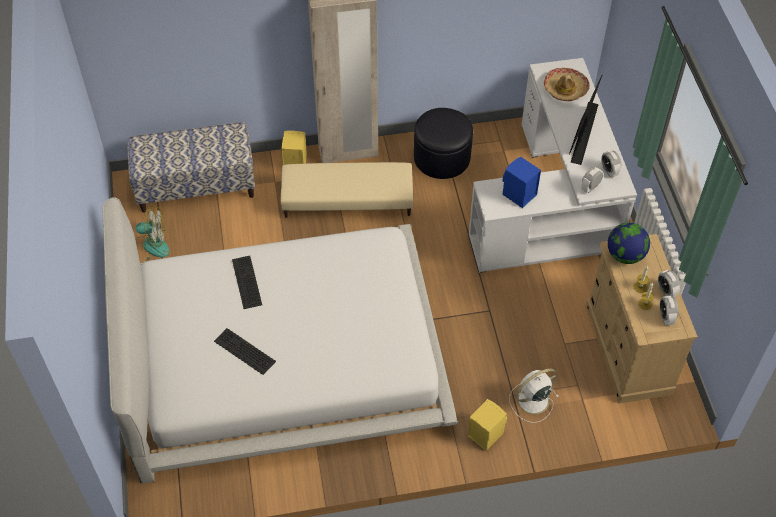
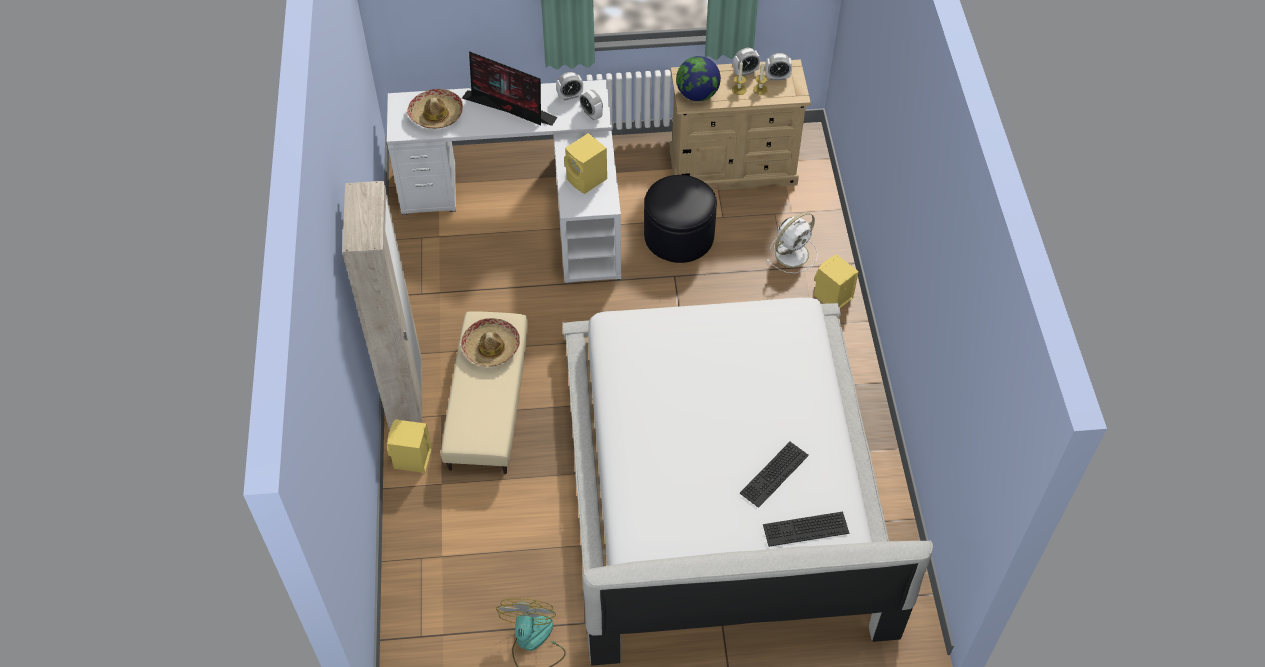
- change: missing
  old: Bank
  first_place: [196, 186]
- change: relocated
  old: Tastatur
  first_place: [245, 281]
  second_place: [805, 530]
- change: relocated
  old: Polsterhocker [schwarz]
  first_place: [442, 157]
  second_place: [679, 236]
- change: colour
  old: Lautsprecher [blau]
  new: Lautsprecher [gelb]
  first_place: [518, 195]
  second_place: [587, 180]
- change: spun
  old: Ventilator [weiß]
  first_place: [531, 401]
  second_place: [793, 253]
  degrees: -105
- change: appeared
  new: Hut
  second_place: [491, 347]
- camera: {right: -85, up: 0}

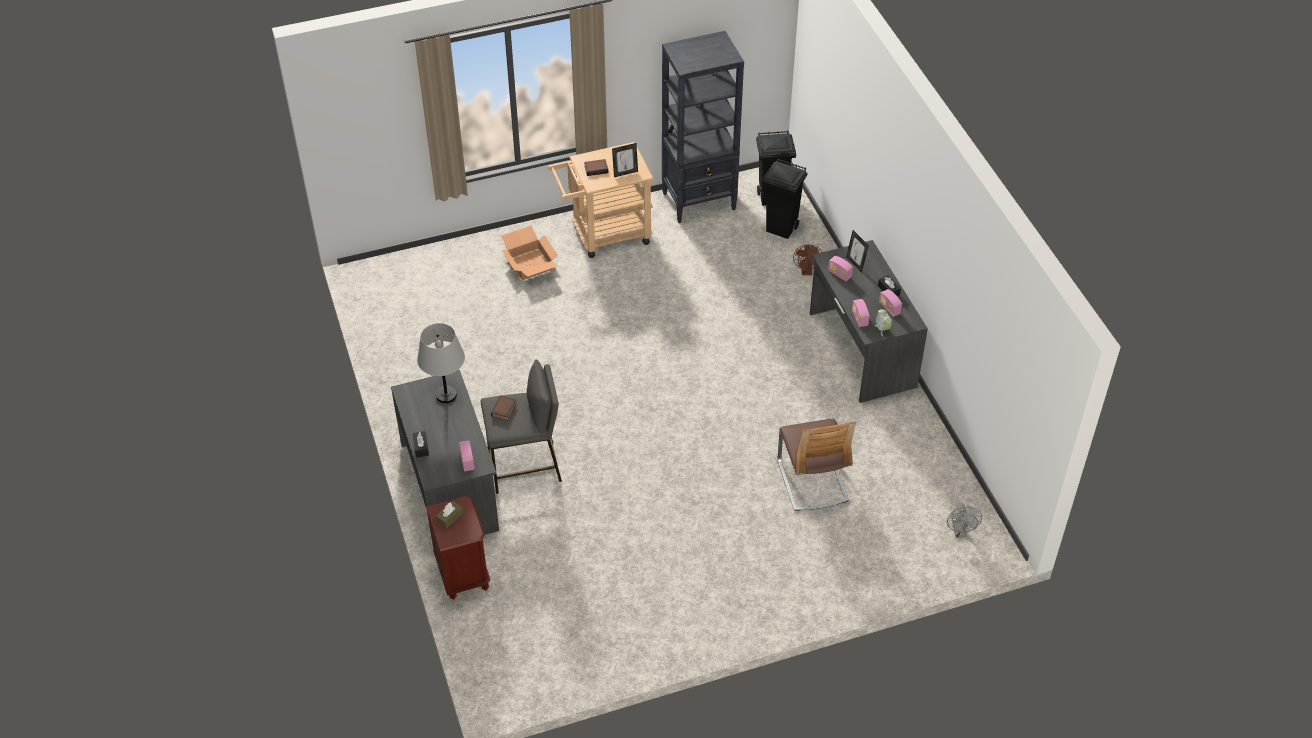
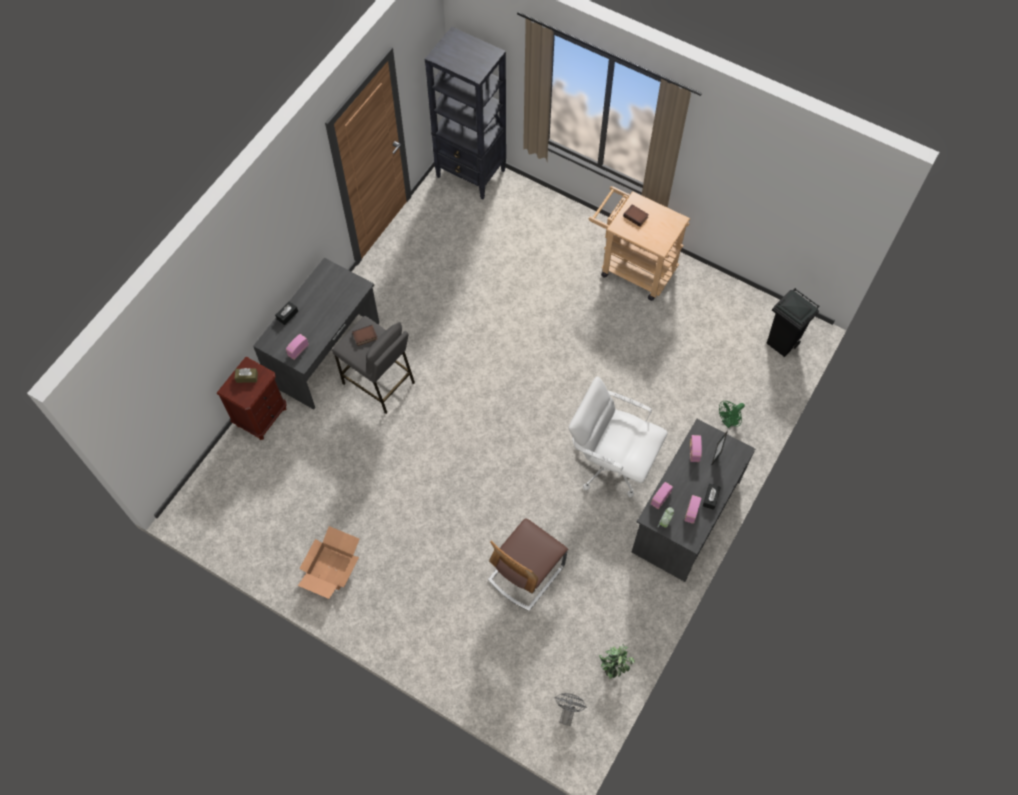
- change: missing
  old: Tischlampe [grau]
  first_place: [446, 395]
- change: relocated
  old: Karton
  first_place: [529, 264]
  second_place: [331, 567]
- change: missing
  old: Bilderrahmen
  first_place: [625, 173]
- change: relocated
  old: Bücherregal [schwarz]
  first_place: [699, 201]
  second_place: [471, 174]
- change: missing
  old: Mülleimer [schwarz]
  first_place: [781, 229]
- change: colour
  old: Ventilator [braun]
  new: Ventilator [grün]
  first_place: [806, 271]
  second_place: [729, 422]
- change: spun
  old: Ventilator [grau]
  first_place: [960, 532]
  second_place: [567, 711]
  degrees: 150
- change: appeared
  new: Bürostuhl [weiß]
  second_place: [611, 462]
- change: appeared
  new: Topfpflanze
  second_place: [613, 668]
- camera: {right: 50, up: 15}

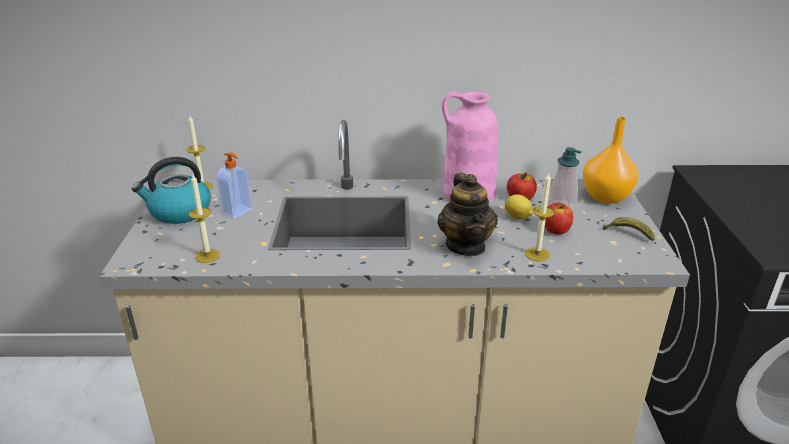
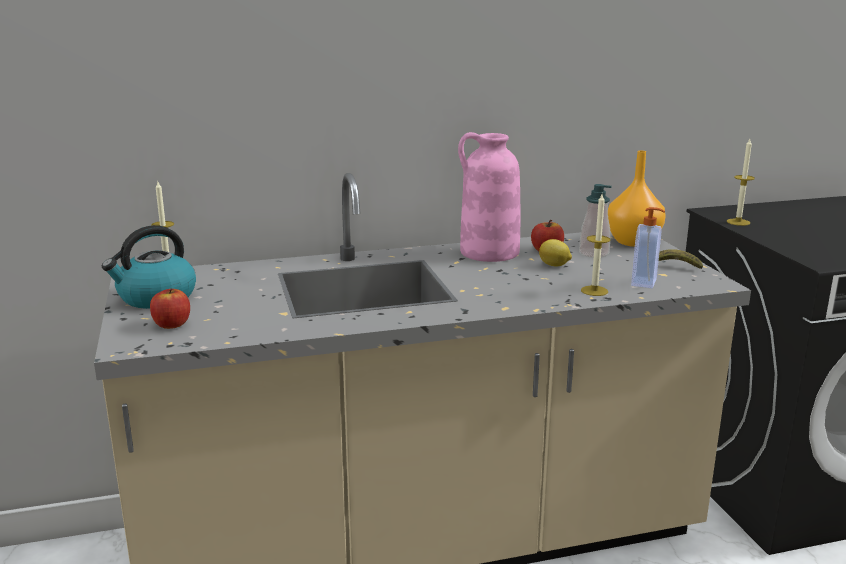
- change: relocated
  old: Kerze
  first_place: [207, 256]
  second_place: [738, 222]
- change: relocated
  old: Seifenspender
  first_place: [238, 212]
  second_place: [645, 282]
- change: missing
  old: Teekanne
  first_place: [466, 245]
- change: relocated
  old: Apfel
  first_place: [555, 230]
  second_place: [172, 324]
- camera: {right: -15, up: -10}

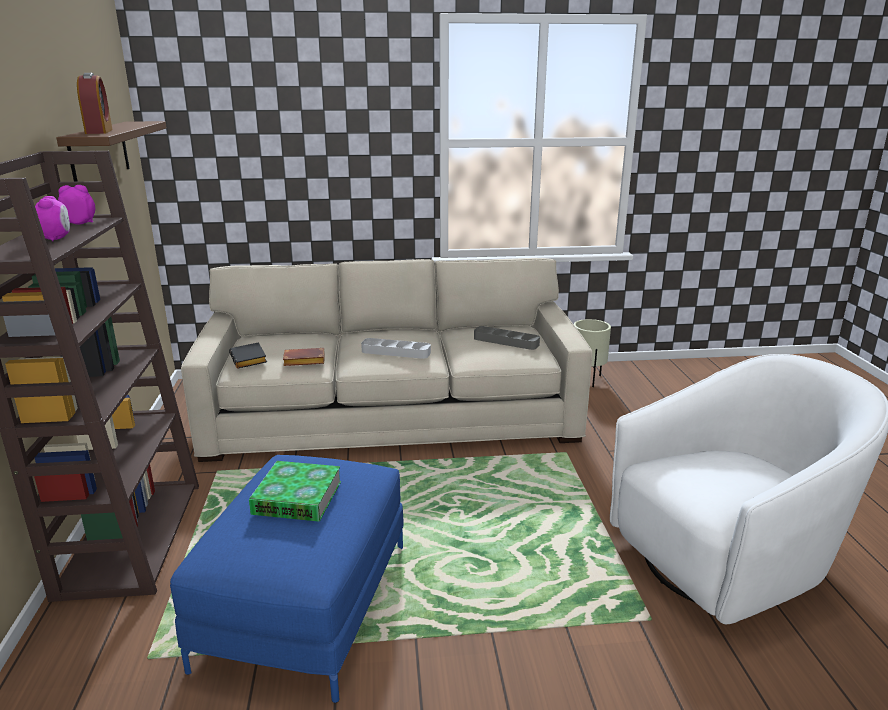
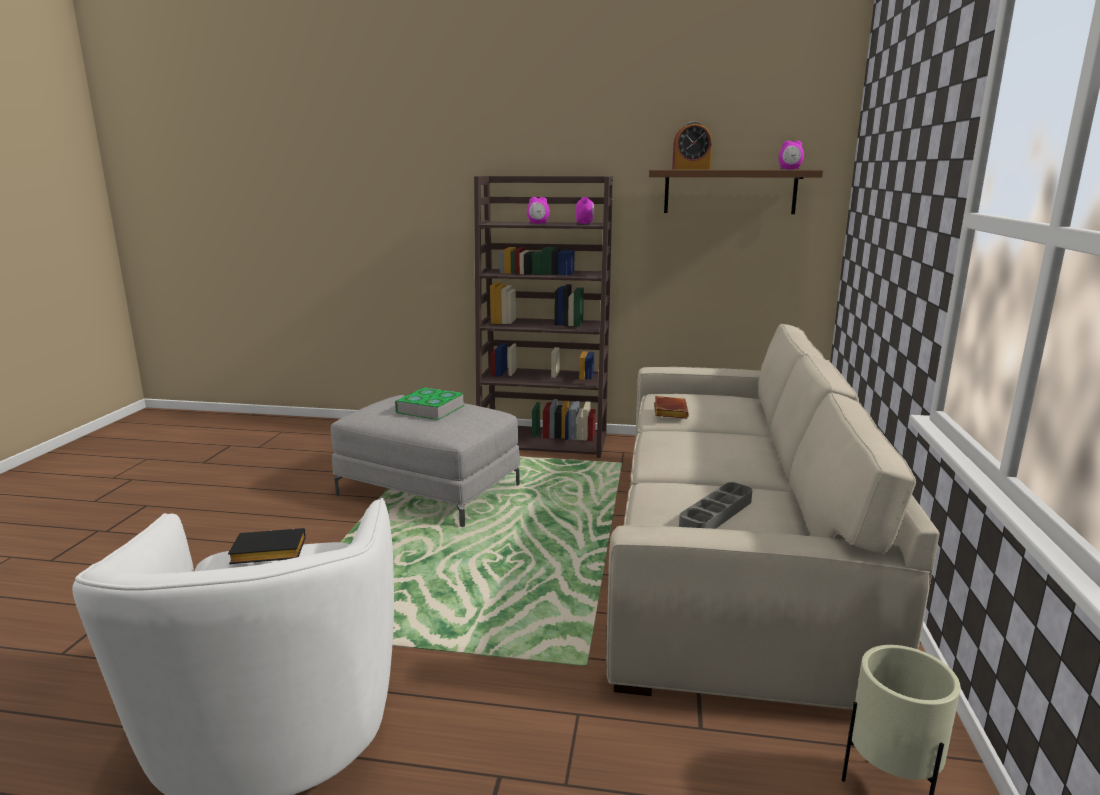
- change: colour
  old: Polsterhocker [blau]
  new: Polsterhocker [grau]
  first_place: [305, 602]
  second_place: [429, 489]
- change: relocated
  old: Buch [schwarz]
  first_place: [250, 360]
  second_place: [266, 553]
- change: missing
  old: Tablett [grau]
  first_place: [396, 352]
- change: appeared
  new: Wecker
  second_place: [789, 169]
- camera: {right: 105, up: -5}

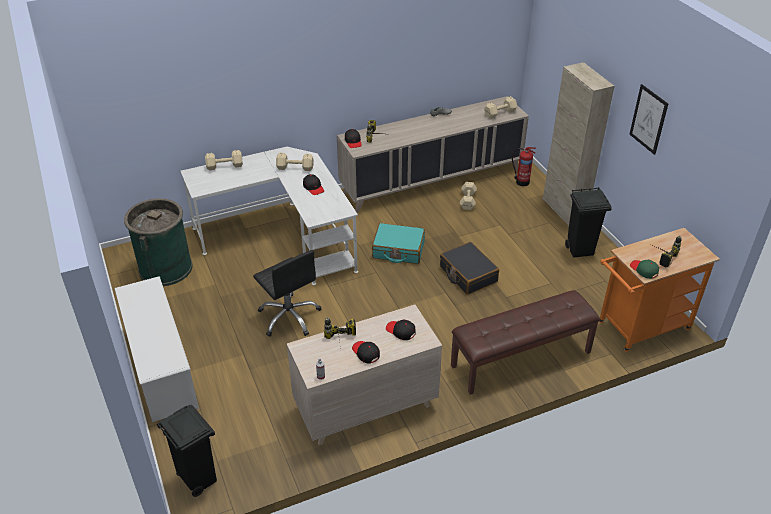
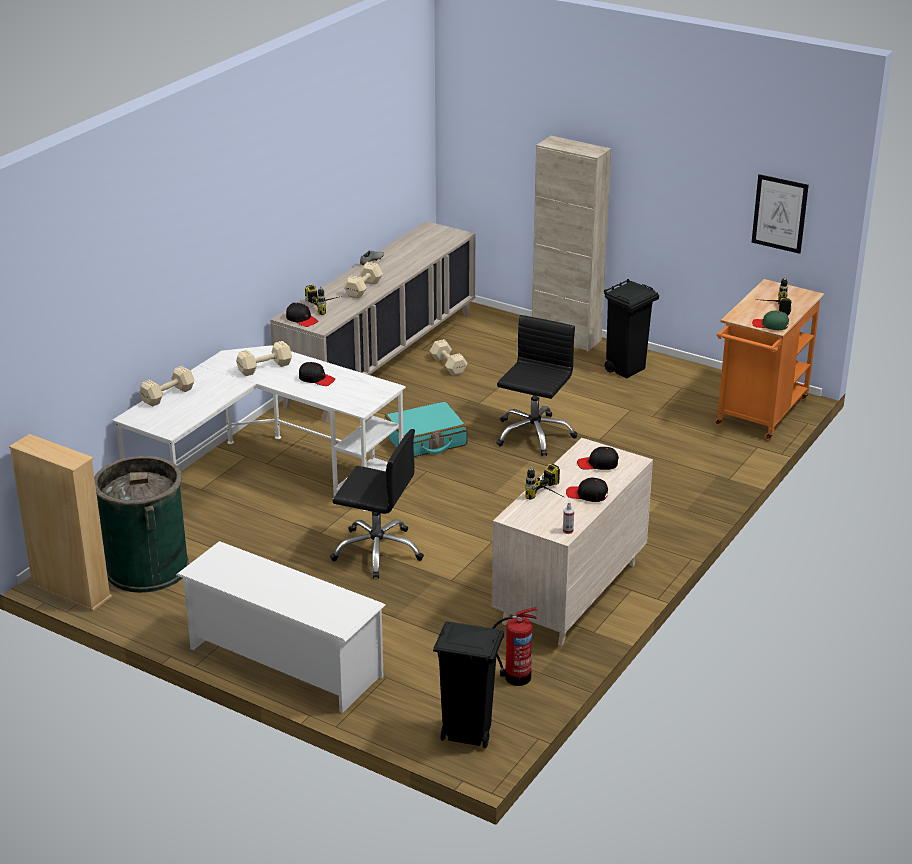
- change: exchanged
  old: Koffer [schwarz]
  new: Bürostuhl [schwarz]
  first_place: [468, 274]
  second_place: [533, 434]
- change: missing
  old: Bank [braun]
  first_place: [521, 359]
- change: relocated
  old: Hantel [beige]
  first_place: [500, 113]
  second_place: [364, 288]
- change: relocated
  old: Feuerlöscher
  first_place: [521, 182]
  second_place: [515, 677]
- change: relocated
  old: Bild
  first_place: [648, 119]
  second_place: [779, 213]
- change: appeared
  new: Bücherregal [beige]
  second_place: [71, 591]
- camera: {right: -35, up: -10}

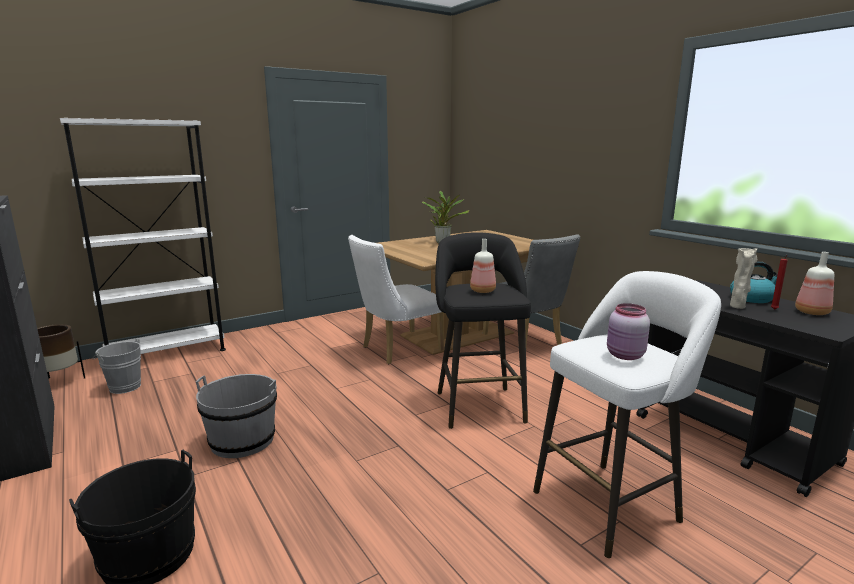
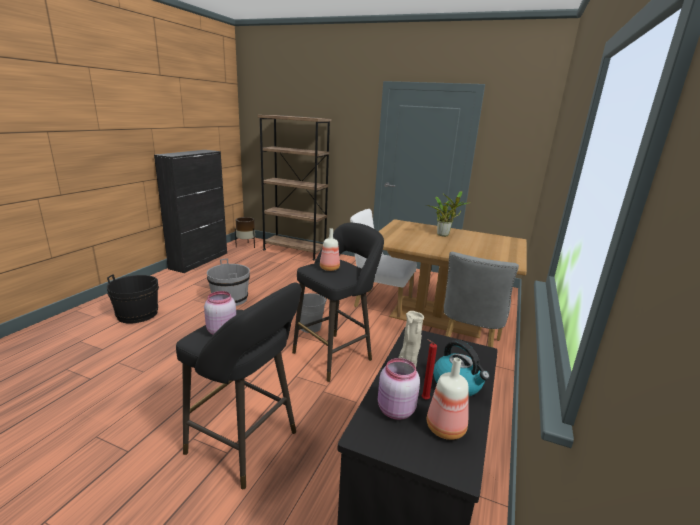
- change: colour
  old: Bücherregal [weiß]
  new: Bücherregal [braun]
  first_place: [166, 354]
  second_place: [294, 251]
- change: relocated
  old: Eimer [grau]
  first_place: [123, 386]
  second_place: [310, 326]
- change: colour
  old: Hocker [weiß]
  new: Hocker [schwarz]
  first_place: [611, 503]
  second_place: [247, 445]
- change: appeared
  new: Vorratsglas [rosa]
  second_place: [395, 410]
- camera: {right: 55, up: 5}

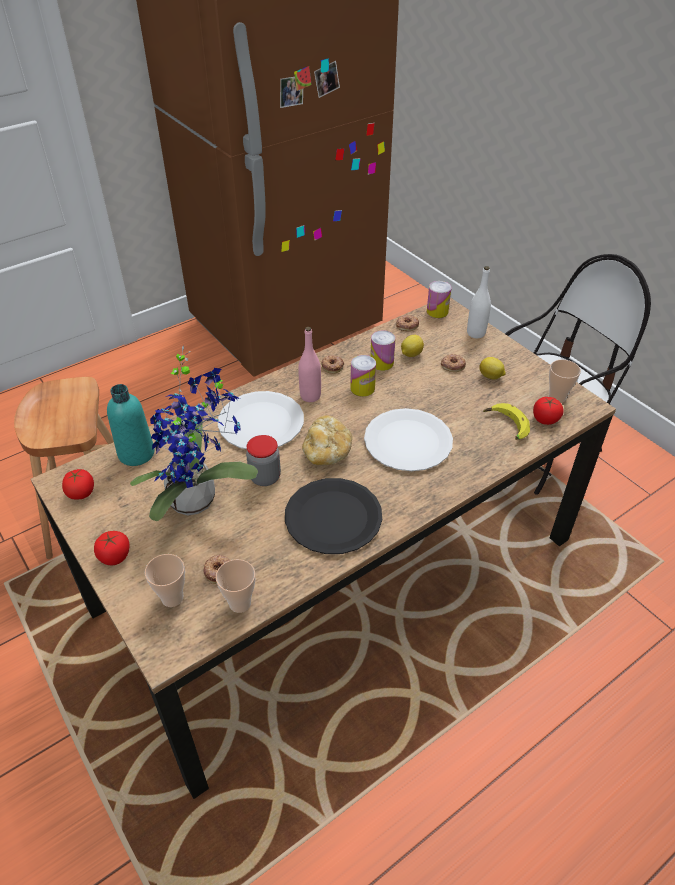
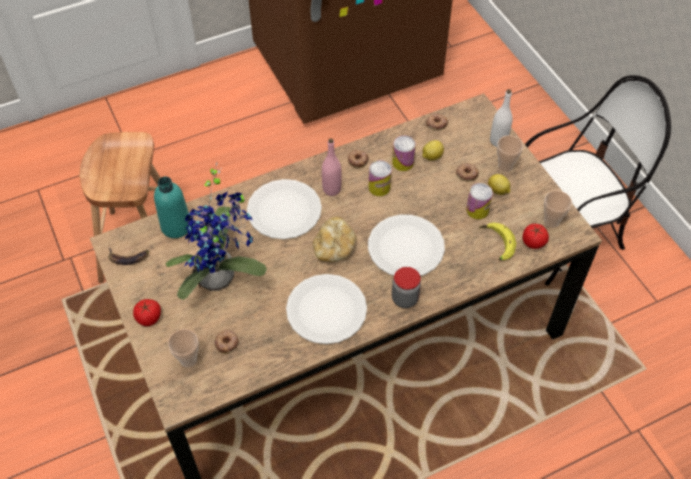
- change: exchanged
  old: Tomate
  new: Banane
  first_place: [81, 493]
  second_place: [128, 257]
- change: relocated
  old: Tasse
  first_place: [240, 603]
  second_place: [505, 166]
- change: relocated
  old: Vorratsglas
  first_place: [265, 477]
  second_place: [405, 298]
- change: colour
  old: Teller [schwarz]
  new: Teller [weiß]
  first_place: [333, 517]
  second_place: [326, 310]
- change: relocated
  old: Dose
  first_place: [437, 311]
  second_place: [477, 210]
- camera: {right: 10, up: 10}

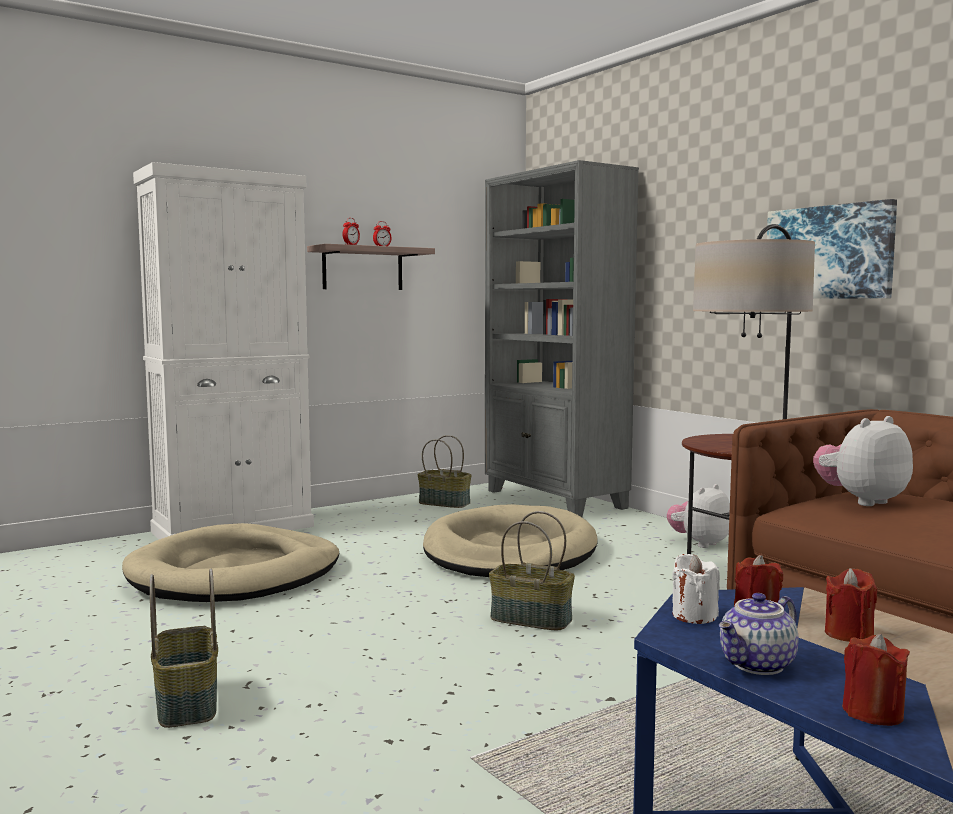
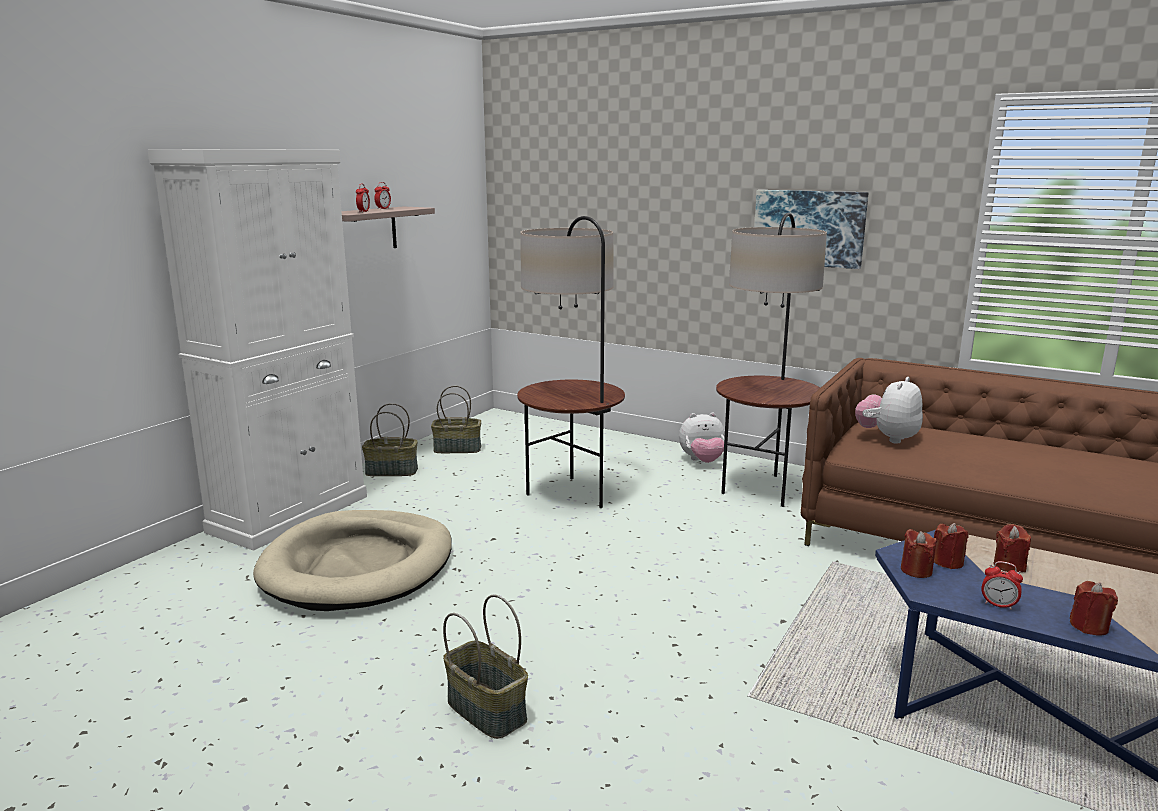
- change: exchanged
  old: Hundebett [beige]
  new: Stehlampe
  first_place: [510, 551]
  second_place: [571, 495]
- change: missing
  old: Bücherregal [grau]
  first_place: [555, 499]
- change: relocated
  old: Korb
  first_place: [530, 619]
  second_place: [391, 471]
- change: spun
  old: Plüschtier
  first_place: [699, 543]
  second_place: [702, 461]
  degrees: -120
- change: colour
  old: Kerze [weiß]
  new: Kerze [rot]
  first_place: [694, 616]
  second_place: [916, 570]
- change: exchanged
  old: Teekanne
  new: Wecker
  first_place: [758, 665]
  second_place: [998, 605]
- camera: {right: -25, up: 10}

